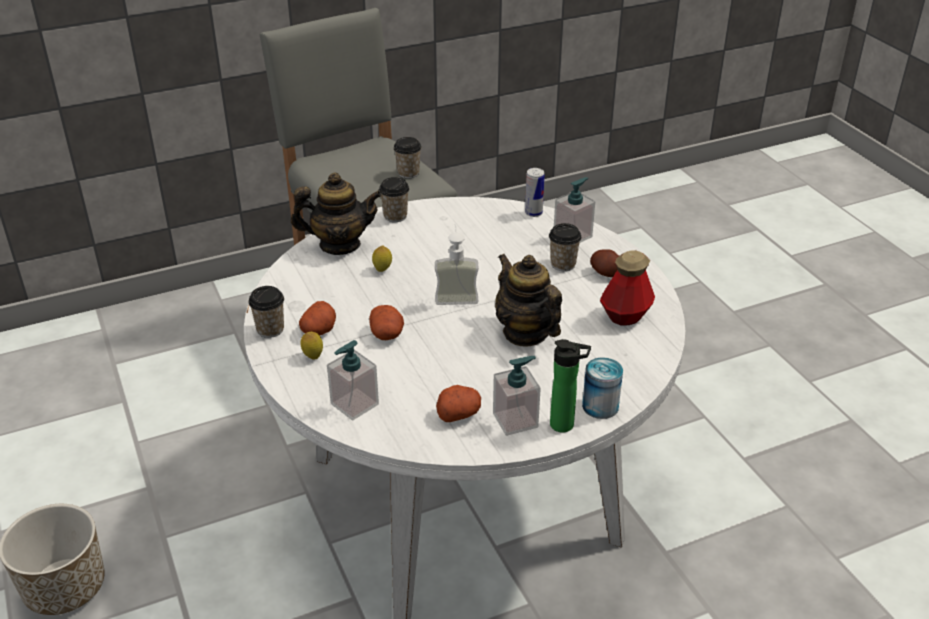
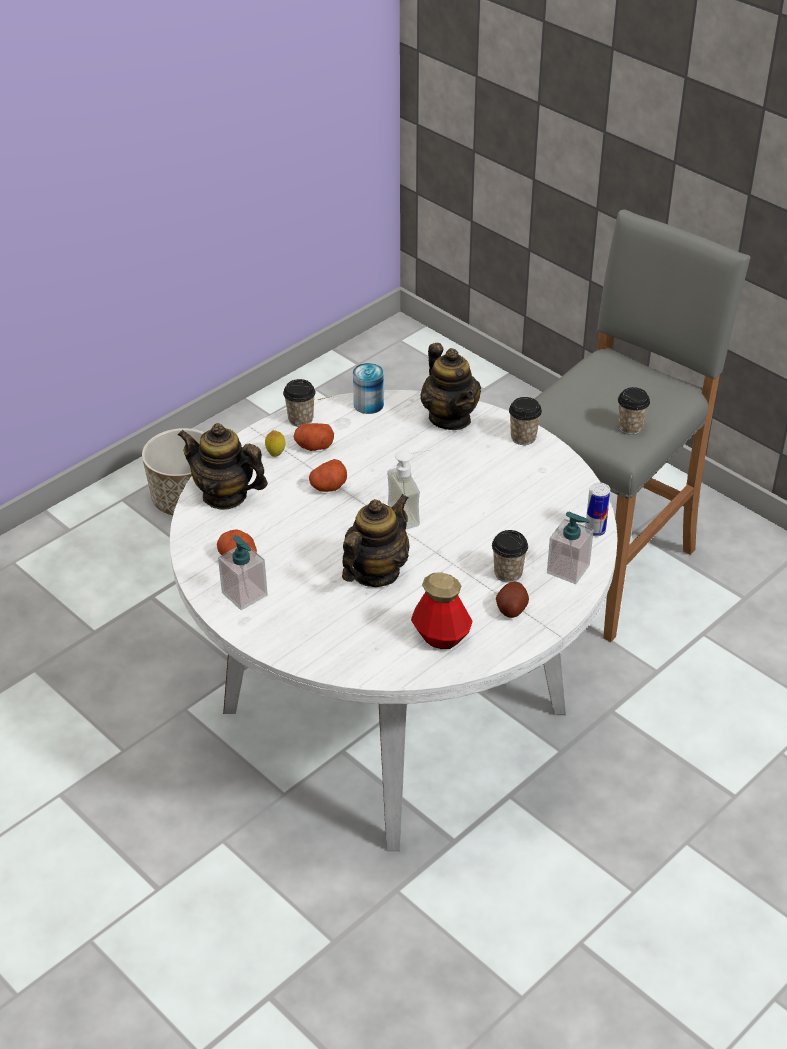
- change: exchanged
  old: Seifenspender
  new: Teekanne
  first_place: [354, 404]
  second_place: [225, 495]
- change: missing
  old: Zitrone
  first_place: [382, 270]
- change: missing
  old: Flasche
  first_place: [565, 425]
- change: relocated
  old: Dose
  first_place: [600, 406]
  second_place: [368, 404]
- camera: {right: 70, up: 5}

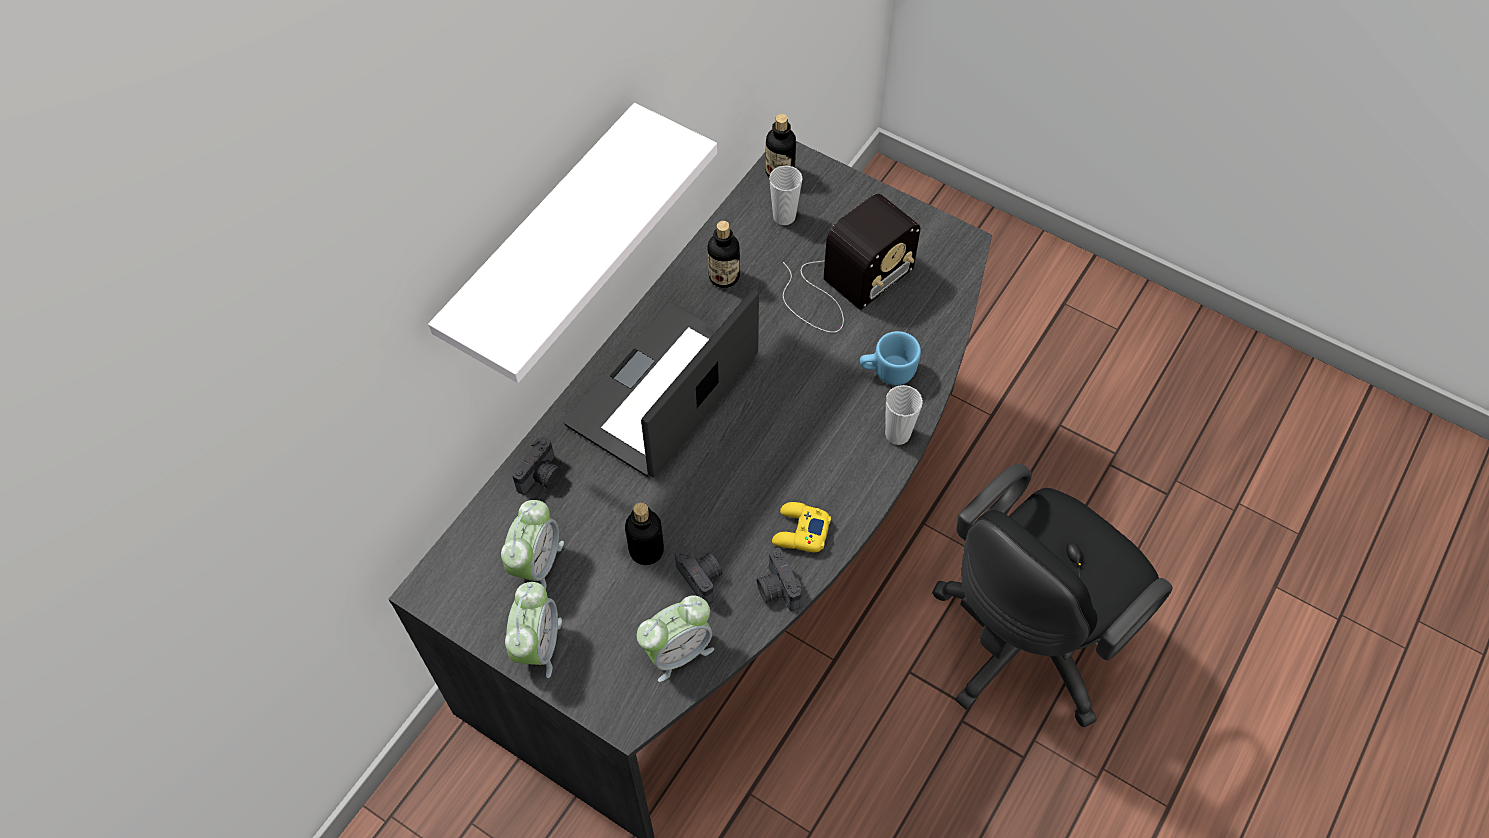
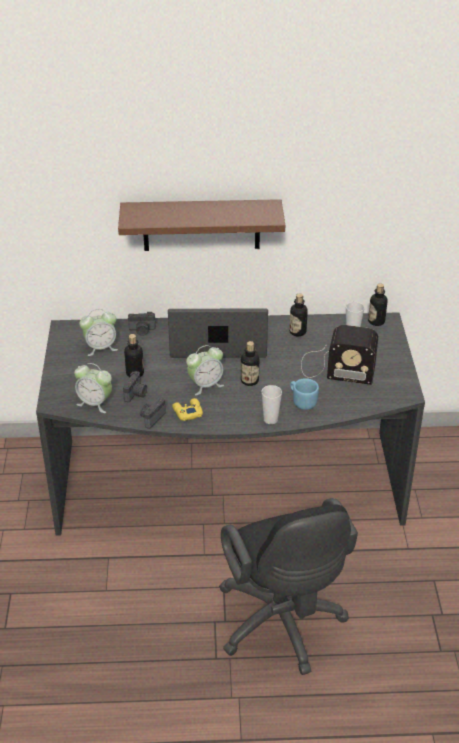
- change: colour
  old: Wandregal [weiß]
  new: Wandregal [braun]
  first_place: [543, 243]
  second_place: [201, 225]
- change: relocated
  old: Wecker
  first_place: [538, 645]
  second_place: [205, 385]
- change: spun
  old: Bürostuhl [schwarz]
  first_place: [1021, 642]
  second_place: [282, 626]
  degrees: -120
- change: appeared
  new: Flasche
  second_place: [249, 381]
- camera: {right: 55, up: -20}

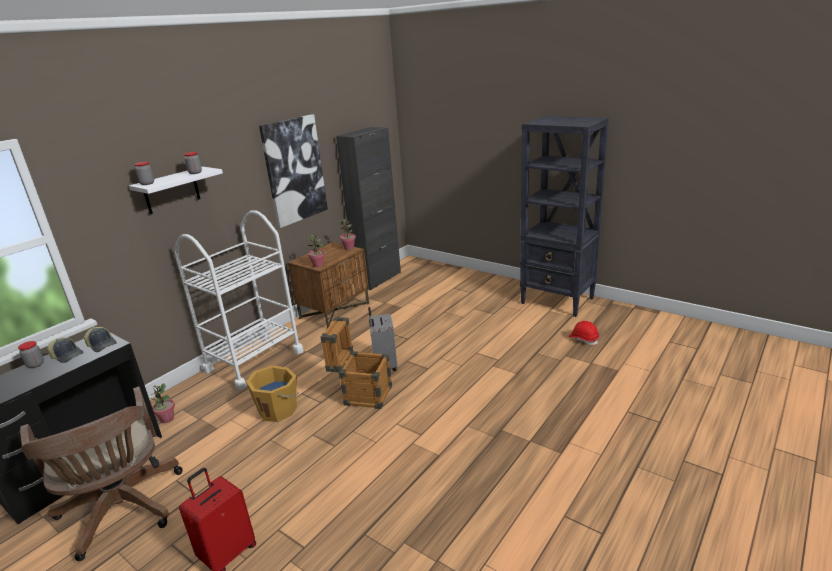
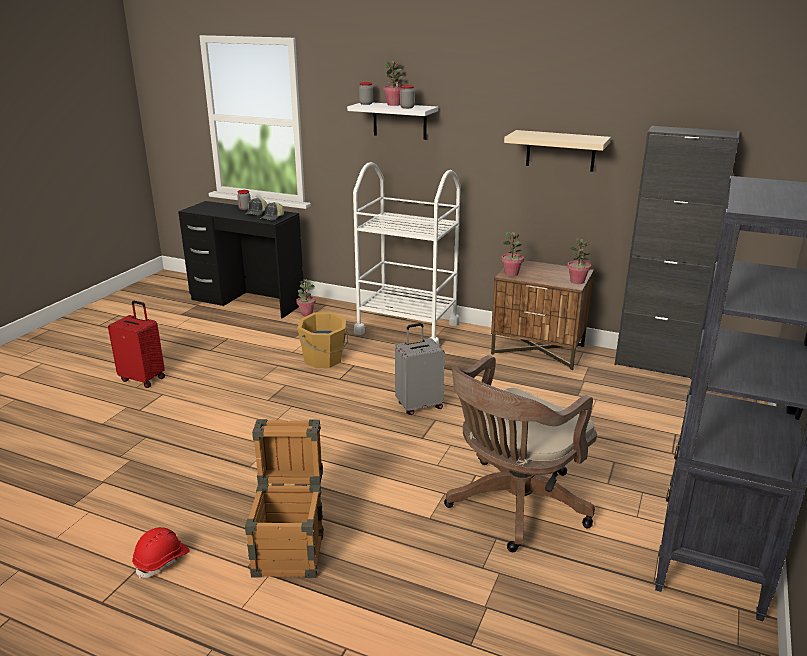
- change: relocated
  old: Bürostuhl [braun]
  first_place: [123, 512]
  second_place: [513, 506]
- change: exchanged
  old: Bild
  new: Wandregal [beige]
  first_place: [294, 170]
  second_place: [560, 151]
- change: relocated
  old: Kiste
  first_place: [362, 394]
  second_place: [291, 547]
- change: relocated
  old: Schutzhelm [rot]
  first_place: [583, 339]
  second_place: [162, 560]
- change: appeared
  new: Topfpflanze
  second_place: [394, 104]
- camera: {right: 75, up: 0}

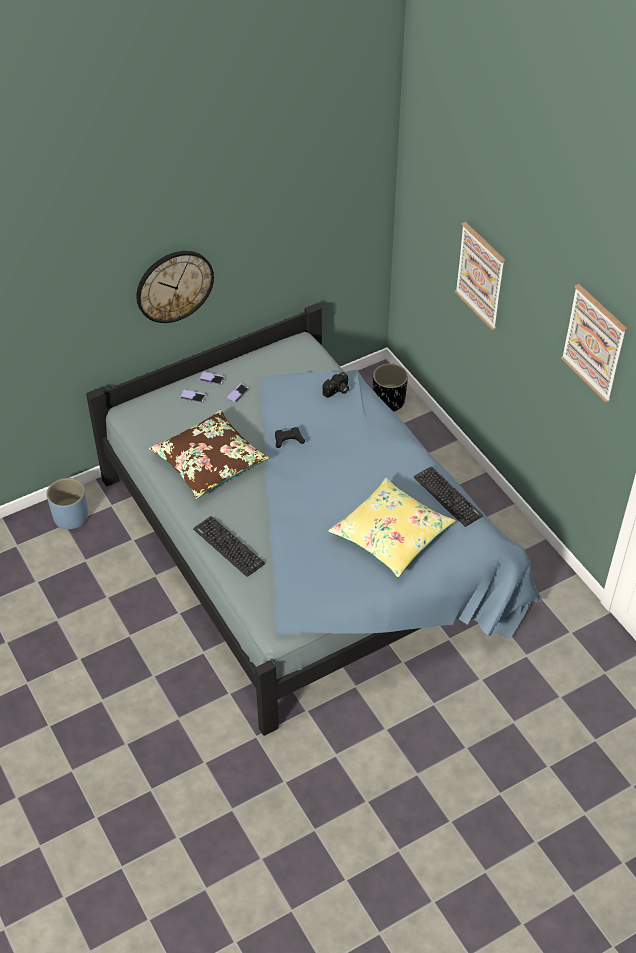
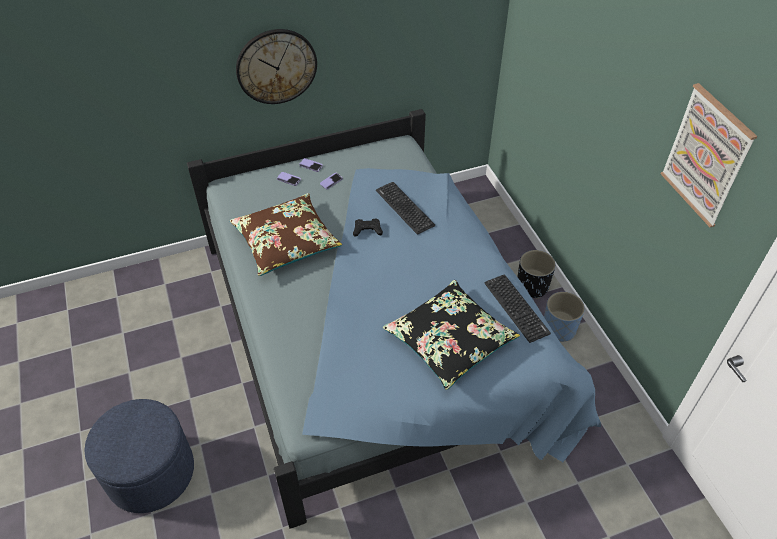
- change: relocated
  old: Pflanzkübel [blau]
  first_place: [71, 517]
  second_place: [559, 329]
- change: relocated
  old: Tastatur
  first_place: [228, 546]
  second_place: [404, 208]
- change: missing
  old: Kamera
  first_place: [337, 391]
- change: colour
  old: Kissen [gelb]
  new: Kissen [schwarz]
  first_place: [391, 535]
  second_place: [449, 340]
- change: relocated
  old: Pflanzkübel [schwarz]
  first_place: [389, 401]
  second_place: [532, 286]
- change: missing
  old: Bild
  first_place: [481, 275]
- change: appeared
  new: Polsterhocker [blau]
  second_place: [150, 472]
- camera: {right: 10, up: 0}

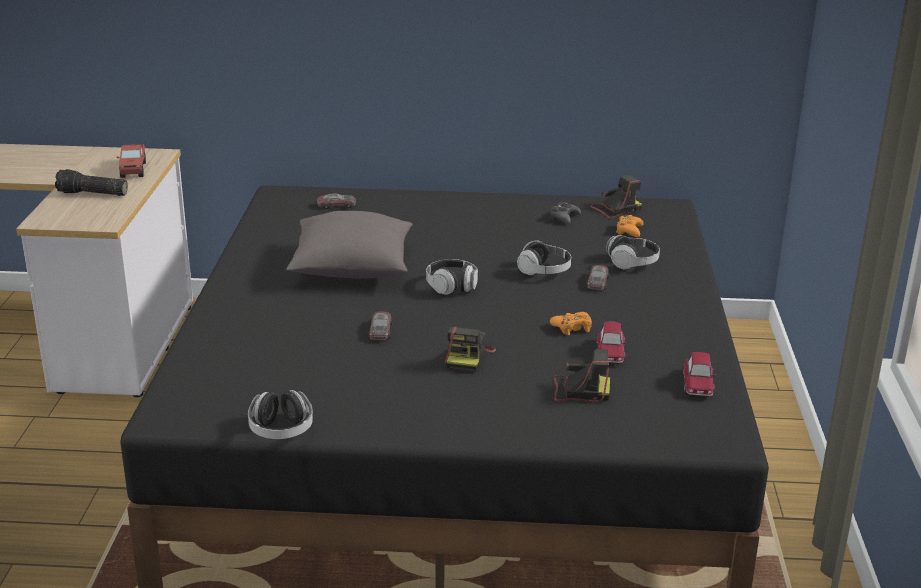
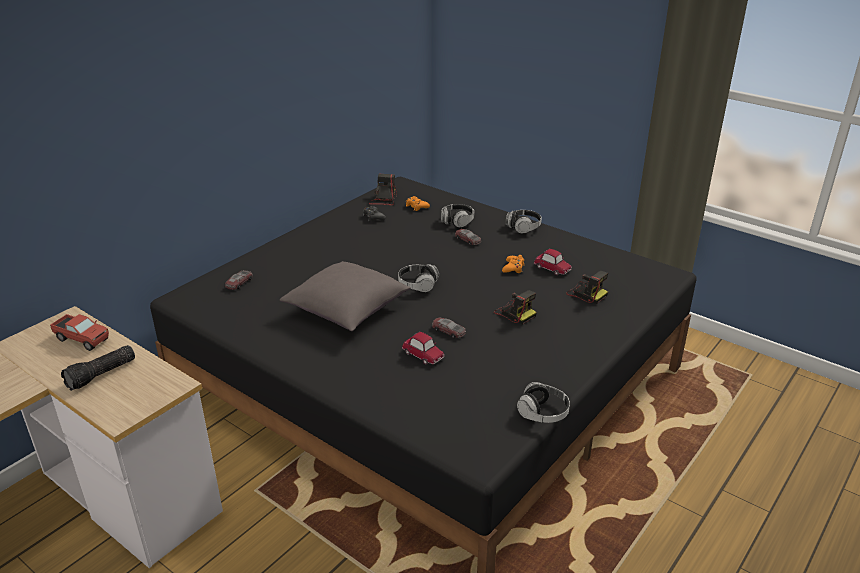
- change: relocated
  old: Kopfhörer
  first_place: [544, 271]
  second_place: [523, 227]
- change: spun
  old: Kamera
  first_place: [579, 391]
  second_place: [586, 293]
  degrees: 90
- change: relocated
  old: Spielzeugauto
  first_place: [698, 384]
  second_place: [423, 354]
- camera: {right: -55, up: 5}

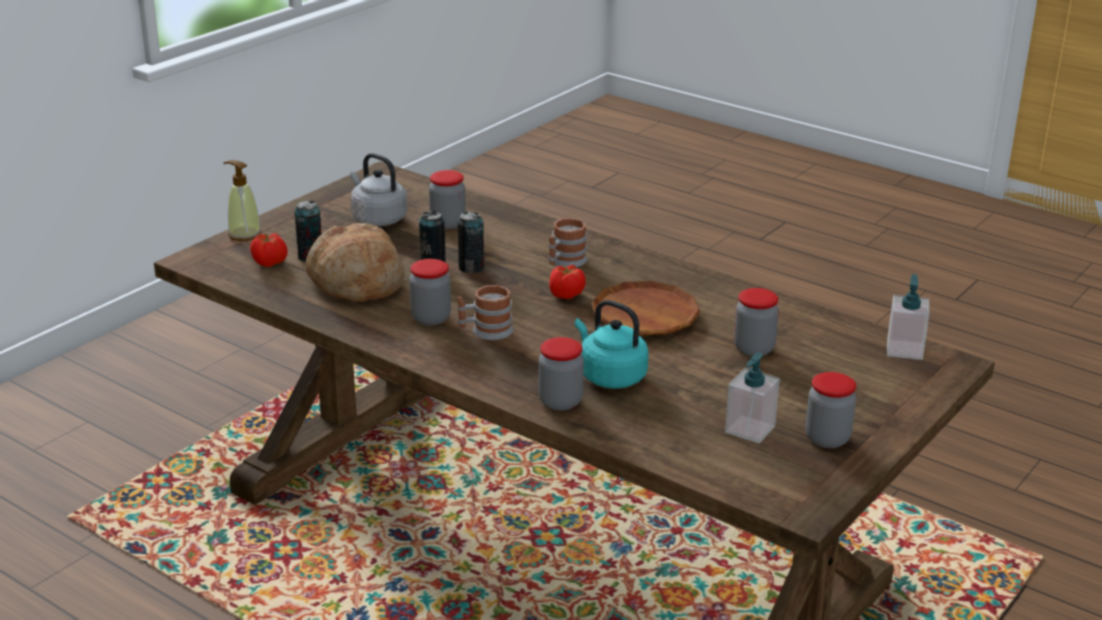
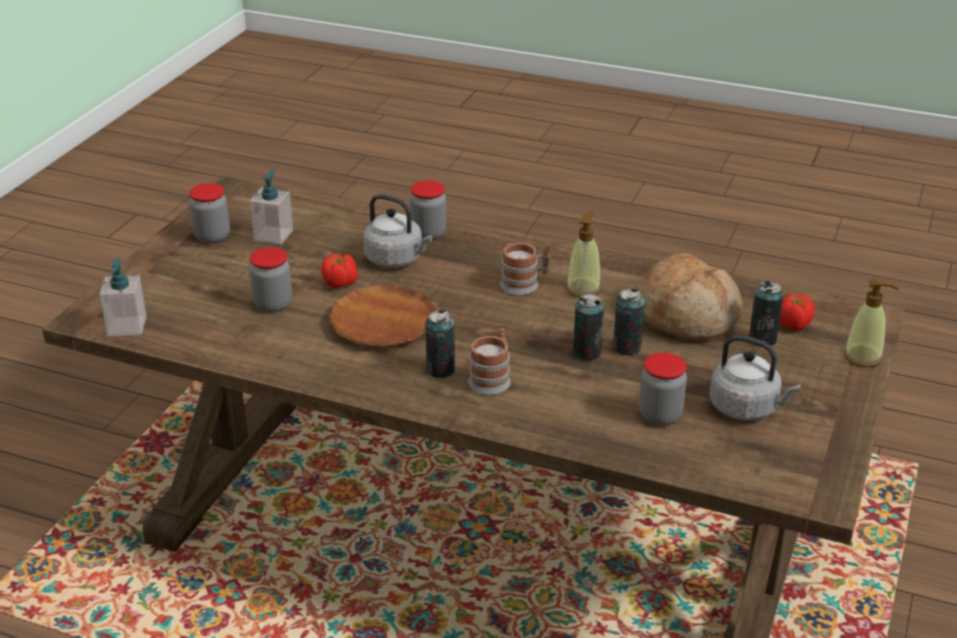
- change: exchanged
  old: Vorratsglas
  new: Seifenspender
  first_place: [431, 318]
  second_place: [583, 289]
- change: relocated
  old: Tomate
  first_place: [566, 295]
  second_place: [340, 283]
- change: colour
  old: Wasserkessel [türkis]
  new: Wasserkessel [grau]
  first_place: [610, 376]
  second_place: [396, 260]
- change: appeared
  new: Dose
  second_place: [440, 370]
- camera: {right: 165, up: 5}

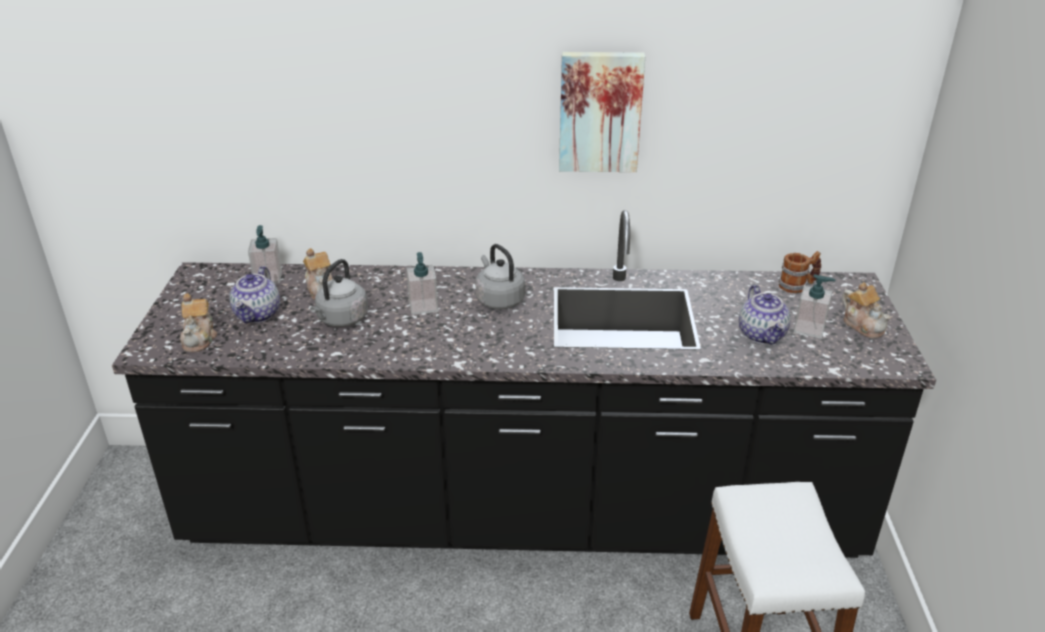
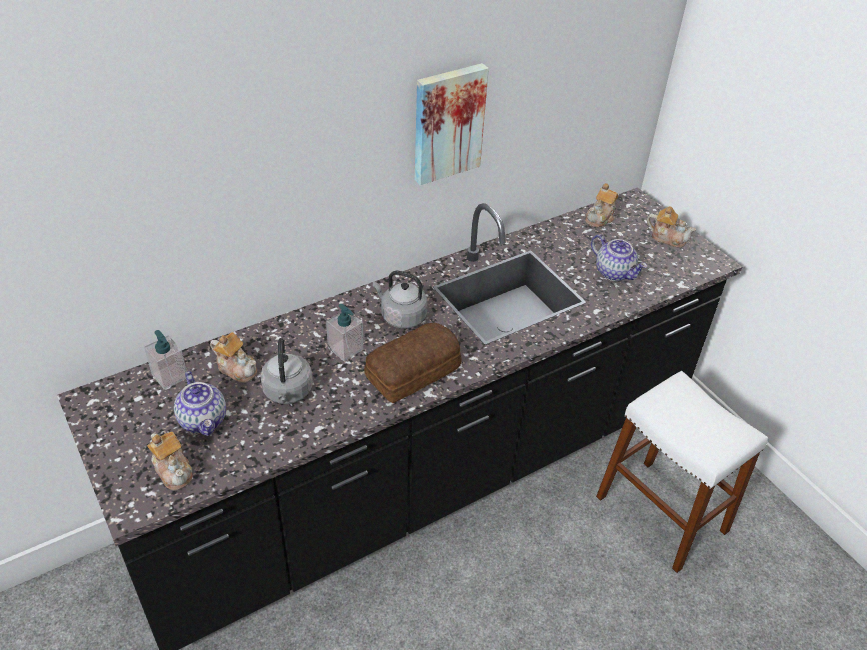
- change: exchanged
  old: Henkelbecher
  new: Teekanne
  first_place: [797, 286]
  second_place: [600, 218]
- change: missing
  old: Seifenspender
  first_place: [809, 328]
- change: appeared
  new: Brot
  second_place: [415, 372]
- camera: {right: -35, up: 10}

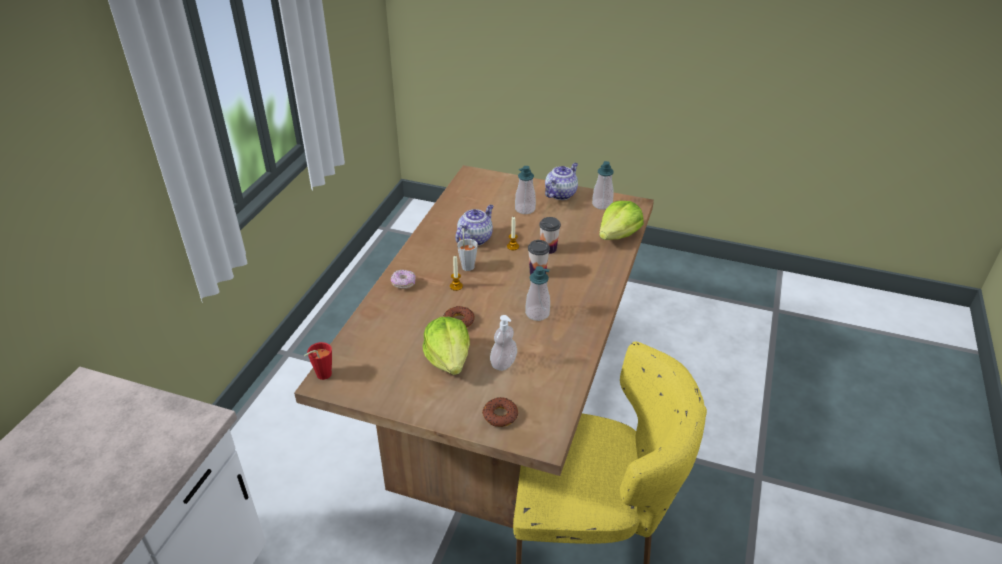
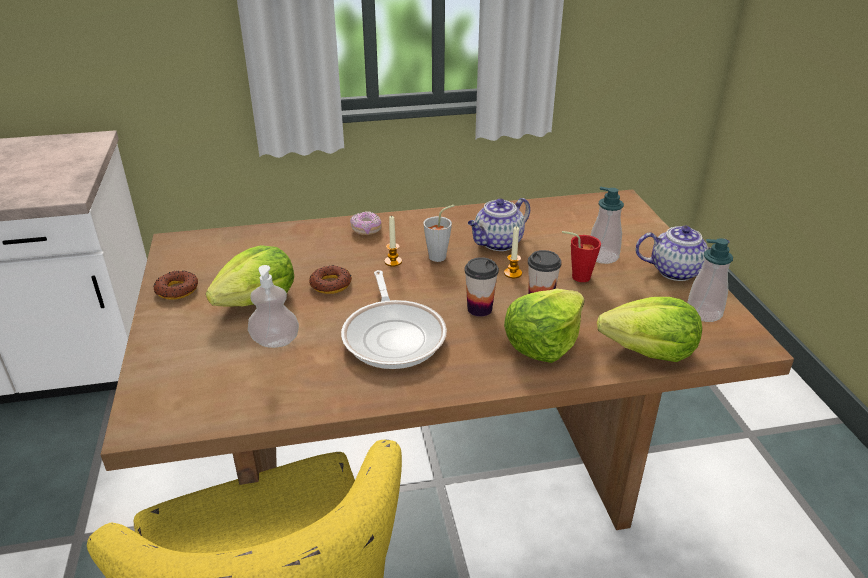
- change: relocated
  old: Tasse [rot]
  first_place: [321, 376]
  second_place: [576, 276]
- change: spun
  old: Teekanne
  first_place: [475, 238]
  second_place: [498, 243]
  degrees: 135
- change: relocated
  old: Donut
  first_place: [500, 415]
  second_place: [177, 290]
- change: exchanged
  old: Seifenspender
  new: Pfanne
  first_place: [537, 313]
  second_place: [394, 336]
- change: appeared
  new: Salatkopf
  second_place: [543, 343]
- camera: {right: 60, up: -5}

